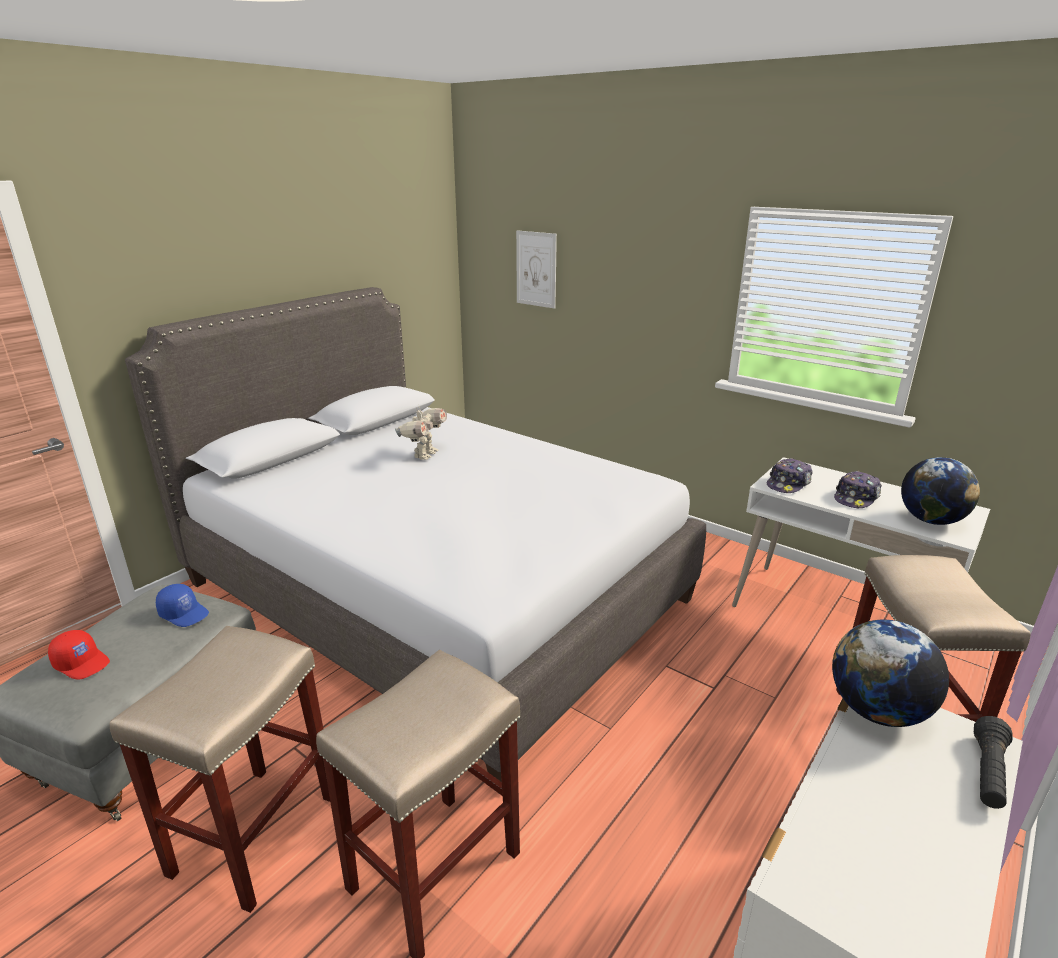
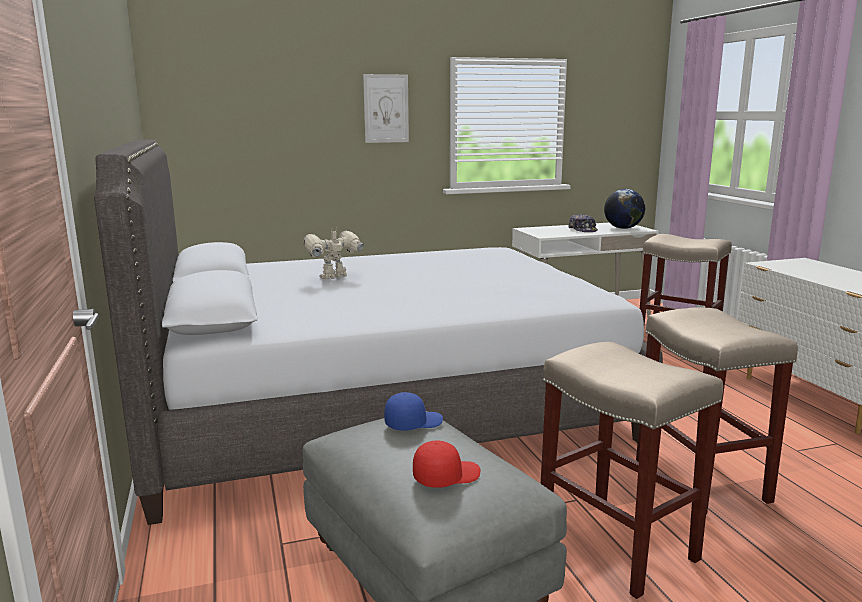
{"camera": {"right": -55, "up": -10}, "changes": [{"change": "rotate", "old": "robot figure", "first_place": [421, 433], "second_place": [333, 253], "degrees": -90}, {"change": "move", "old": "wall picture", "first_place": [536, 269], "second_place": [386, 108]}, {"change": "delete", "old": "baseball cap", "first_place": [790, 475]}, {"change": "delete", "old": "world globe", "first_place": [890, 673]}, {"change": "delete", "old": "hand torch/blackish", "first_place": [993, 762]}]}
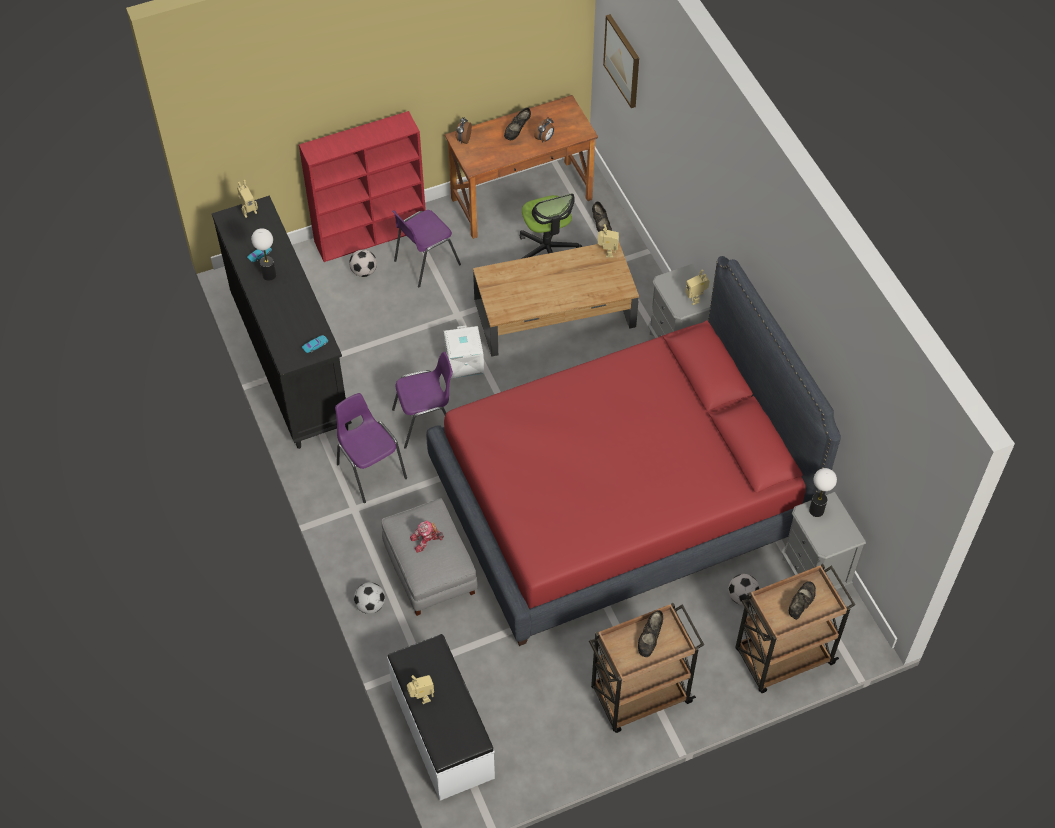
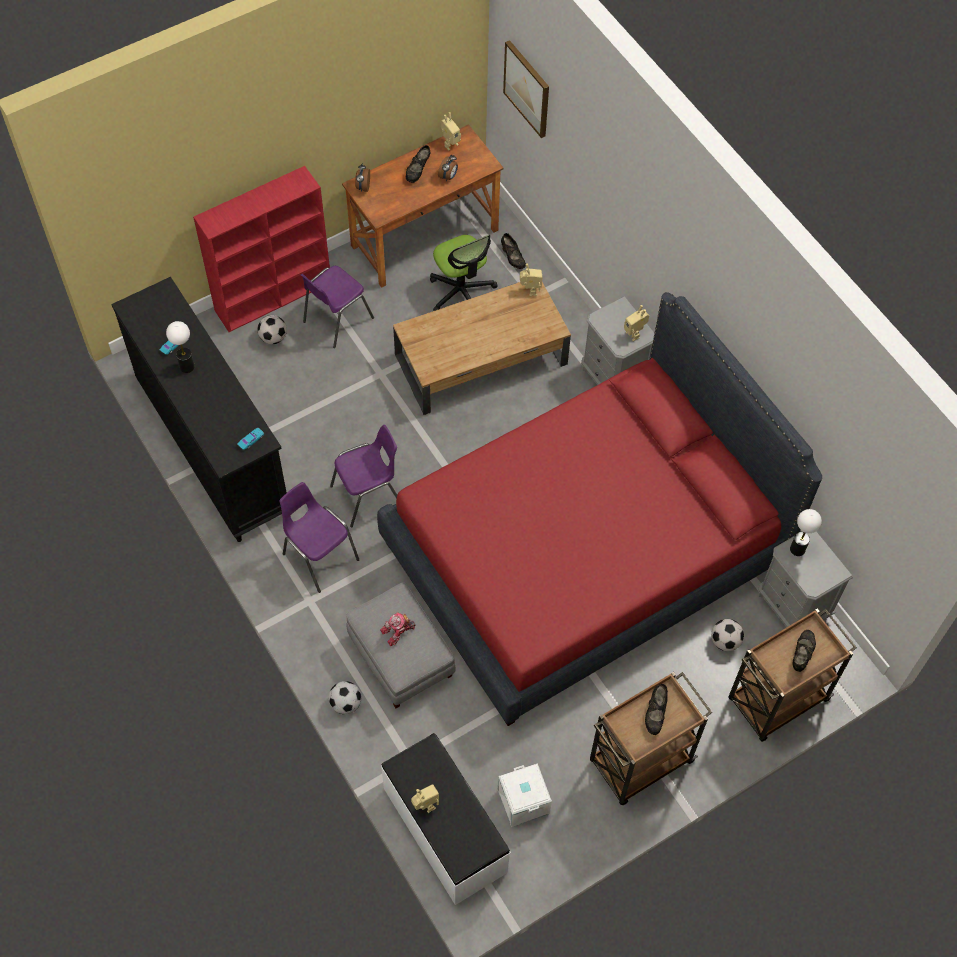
{"camera": {"right": -10, "up": 5}, "changes": [{"change": "move", "old": "robot figure", "first_place": [247, 199], "second_place": [450, 131]}, {"change": "move", "old": "storage container/white", "first_place": [464, 352], "second_place": [525, 795]}]}
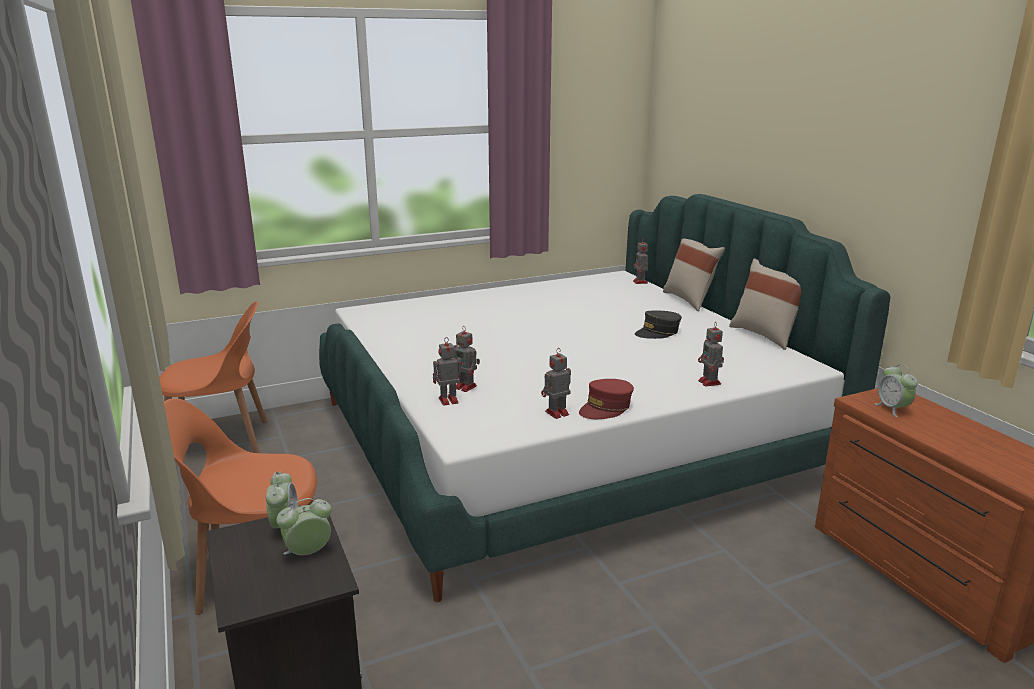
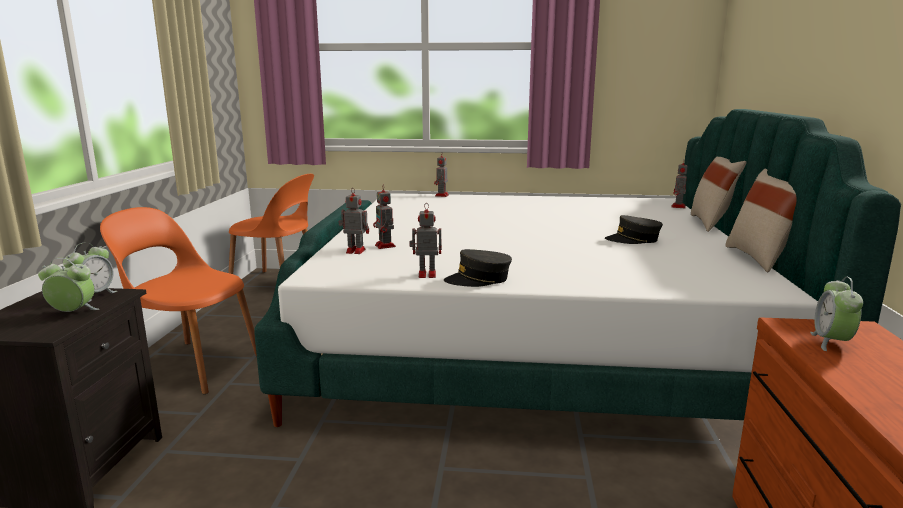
{"camera": {"right": 30, "up": -5}, "changes": [{"change": "recolor", "old": "baseball cap/reddish", "new": "baseball cap/grey", "first_place": [606, 399], "second_place": [478, 268]}, {"change": "move", "old": "robot figure", "first_place": [711, 355], "second_place": [441, 175]}]}
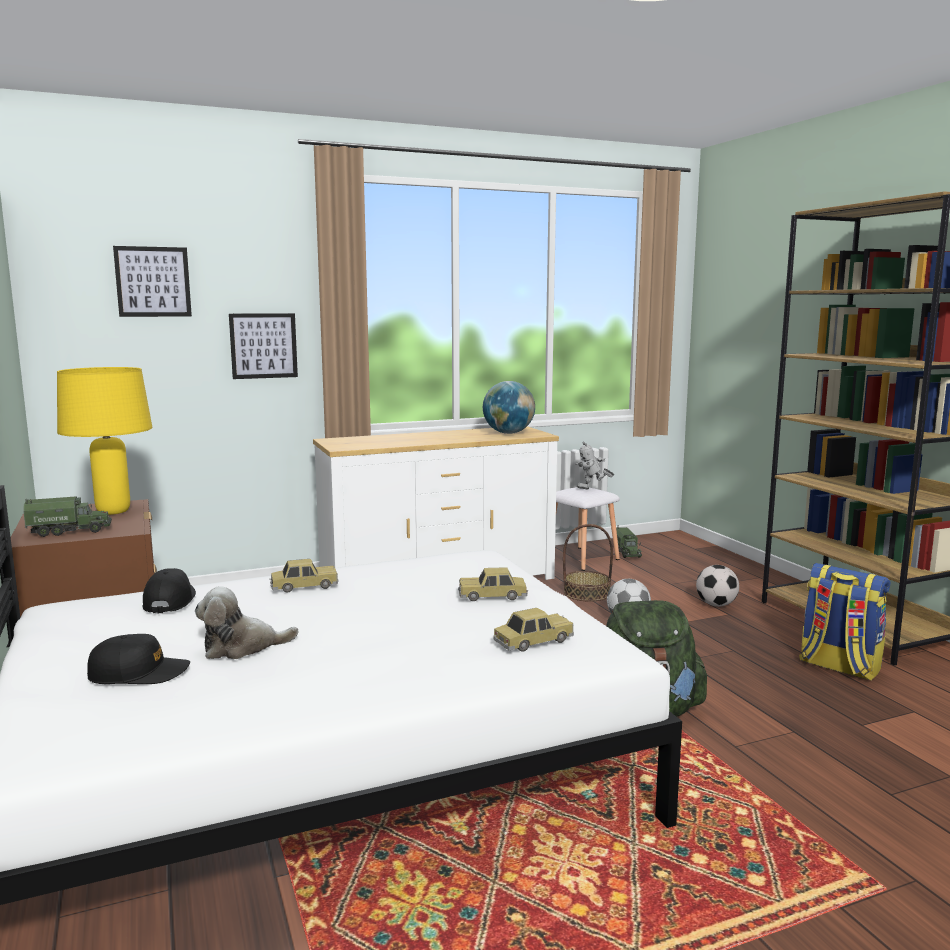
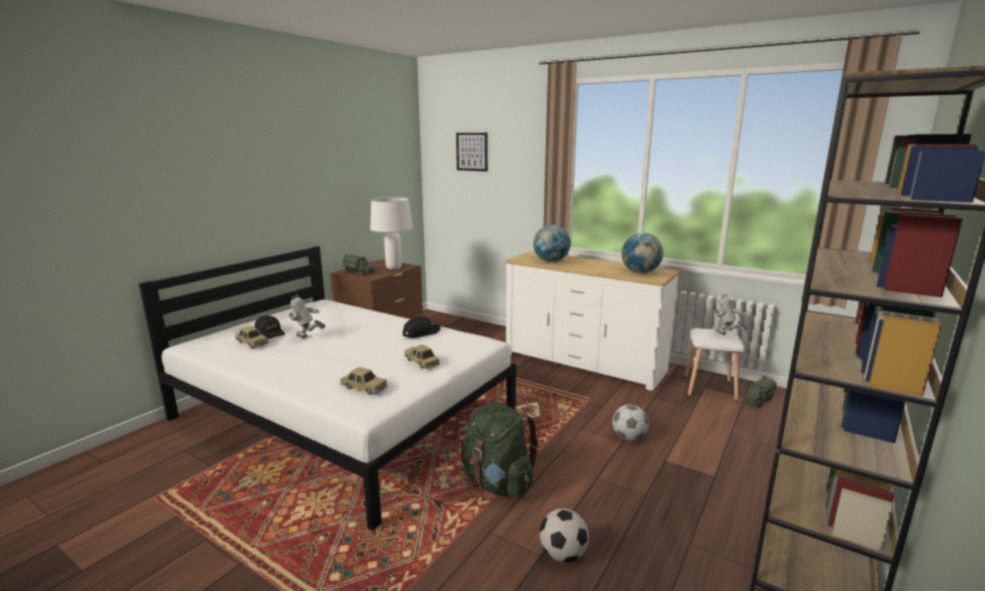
{"camera": {"right": 55, "up": 5}, "changes": [{"change": "recolor", "old": "tabletop lamp/yellow-coloured", "new": "tabletop lamp/white", "first_place": [104, 441], "second_place": [391, 233]}, {"change": "move", "old": "baseball cap/blackish", "first_place": [169, 590], "second_place": [422, 327]}, {"change": "replace", "old": "soft toy", "new": "robot figure", "first_place": [247, 622], "second_place": [307, 316]}, {"change": "delete", "old": "wall picture", "first_place": [263, 346]}, {"change": "move", "old": "miniature car", "first_place": [304, 576], "second_place": [252, 337]}, {"change": "delete", "old": "basket", "first_place": [588, 563]}, {"change": "move", "old": "football ball", "first_place": [717, 586], "second_place": [564, 535]}, {"change": "delete", "old": "rucksack", "first_place": [844, 621]}, {"change": "insert", "new": "world globe", "second_place": [552, 243]}]}
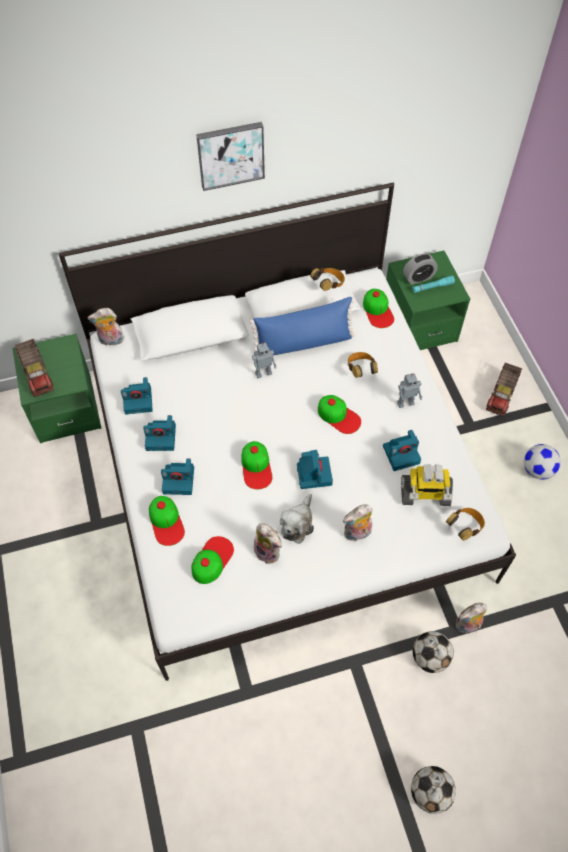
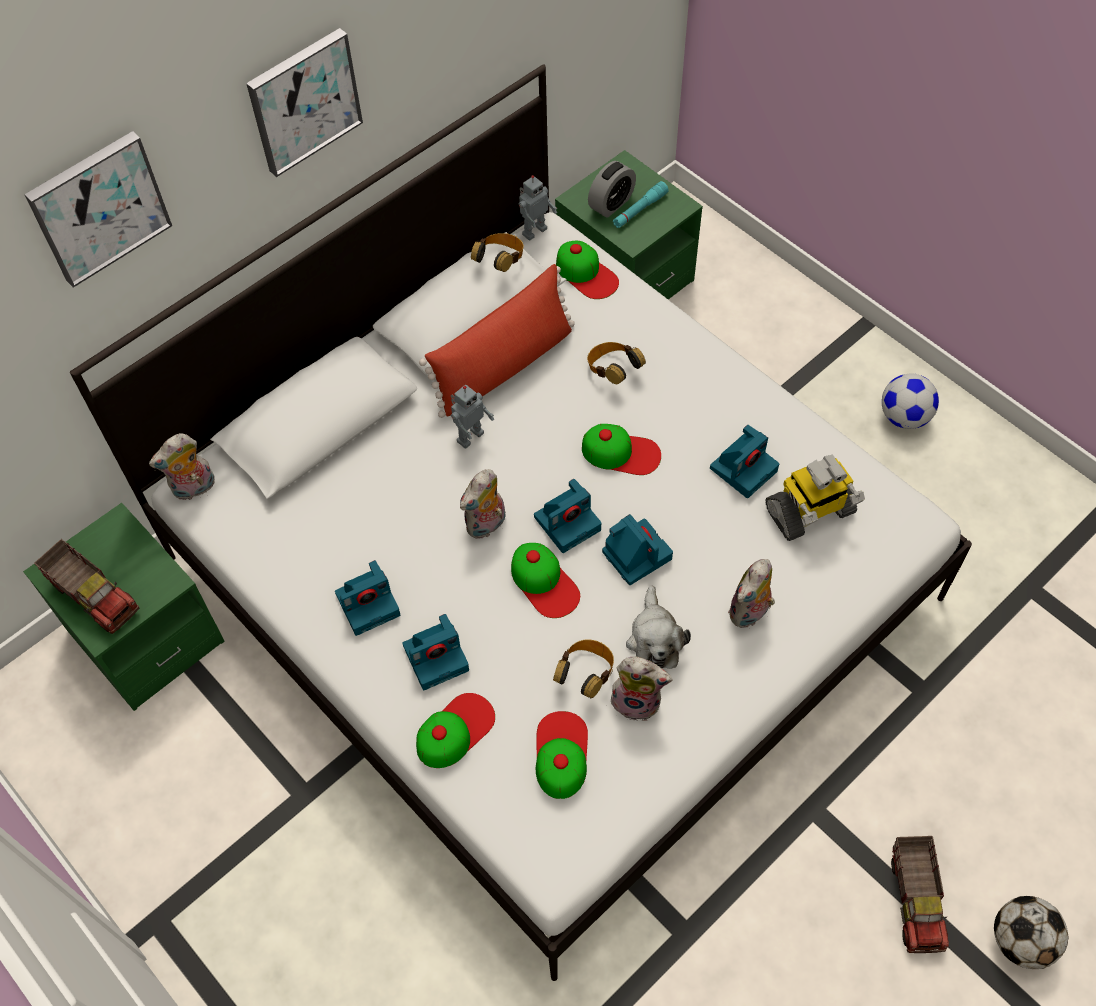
{"camera": {"right": -25, "up": 0}, "changes": [{"change": "move", "old": "photo camera", "first_place": [137, 396], "second_place": [567, 516]}, {"change": "rotate", "old": "baseball cap", "first_place": [167, 521], "second_place": [455, 730], "degrees": -90}, {"change": "recolor", "old": "cushion/blue-coloured", "new": "cushion/reddish", "first_place": [302, 326], "second_place": [497, 341]}, {"change": "move", "old": "robot figure", "first_place": [409, 390], "second_place": [538, 208]}, {"change": "delete", "old": "football ball", "first_place": [433, 652]}, {"change": "move", "old": "pair of headphones", "first_place": [465, 524], "second_place": [583, 669]}, {"change": "move", "old": "soft toy", "first_place": [471, 618], "second_place": [483, 504]}, {"change": "move", "old": "toy truck", "first_place": [504, 389], "second_place": [920, 894]}, {"change": "insert", "new": "wall picture", "second_place": [98, 209]}]}
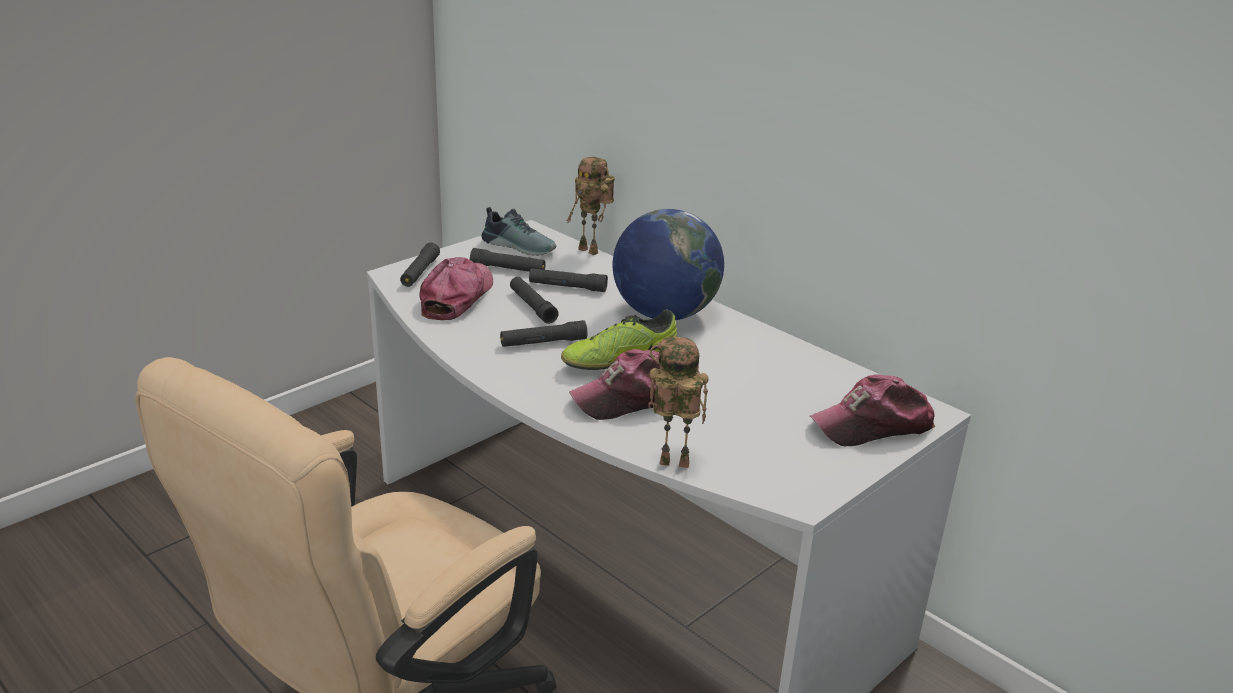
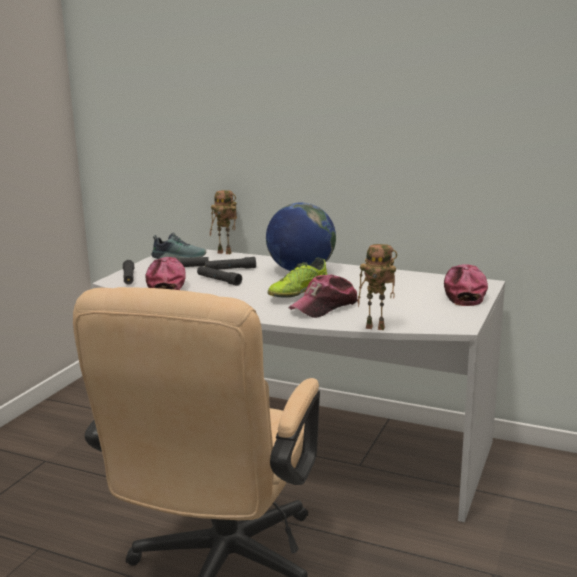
{"camera": {"right": -20, "up": -10}, "changes": [{"change": "delete", "old": "hand torch/blackish", "first_place": [543, 333]}, {"change": "rotate", "old": "robot figure", "first_place": [678, 402], "second_place": [377, 287], "degrees": -150}, {"change": "rotate", "old": "baseball cap", "first_place": [872, 410], "second_place": [466, 285], "degrees": 135}]}
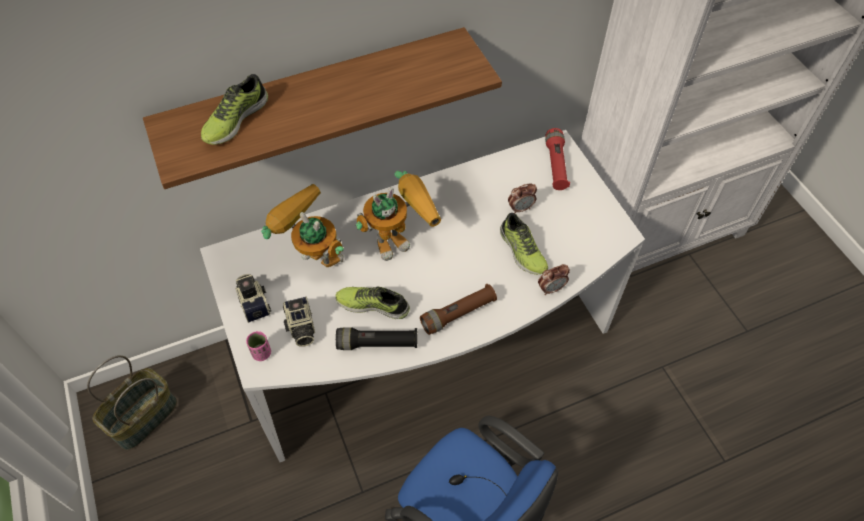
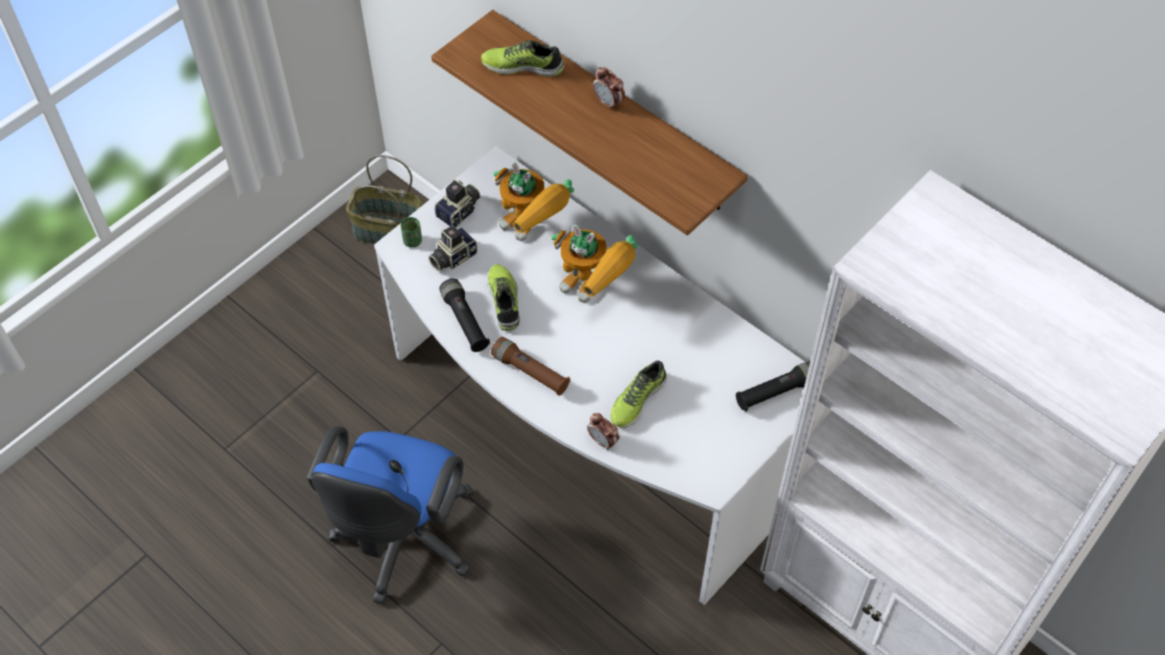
{"camera": {"right": 65, "up": 0}, "changes": [{"change": "recolor", "old": "small cup/pinkish", "new": "small cup/greenish", "first_place": [258, 346], "second_place": [411, 232]}, {"change": "rotate", "old": "robot figure", "first_place": [302, 225], "second_place": [533, 201], "degrees": 120}, {"change": "move", "old": "alarm clock", "first_place": [522, 198], "second_place": [609, 88]}, {"change": "recolor", "old": "hand torch/reddish", "new": "hand torch/blackish", "first_place": [557, 159], "second_place": [773, 386]}]}
